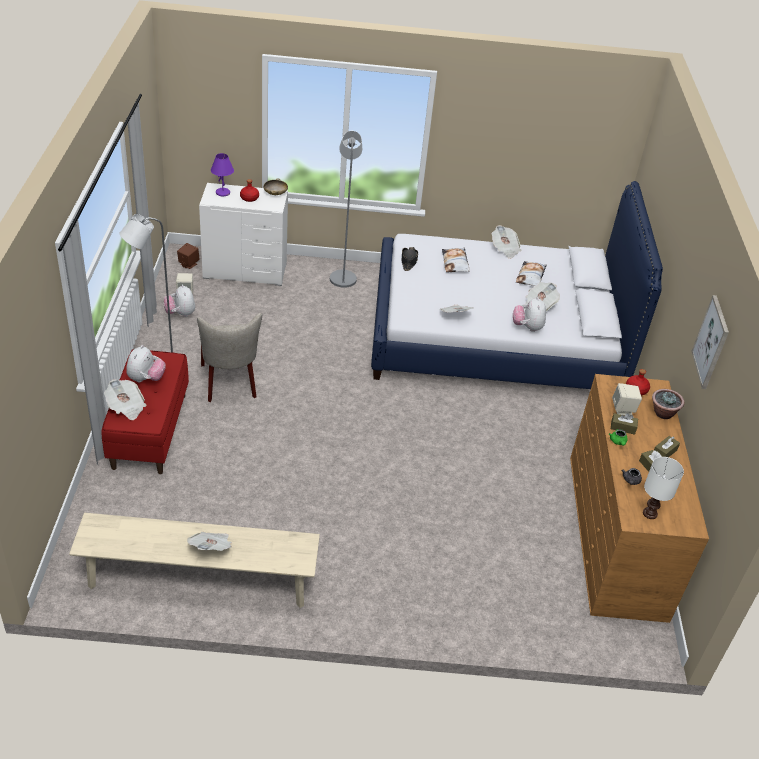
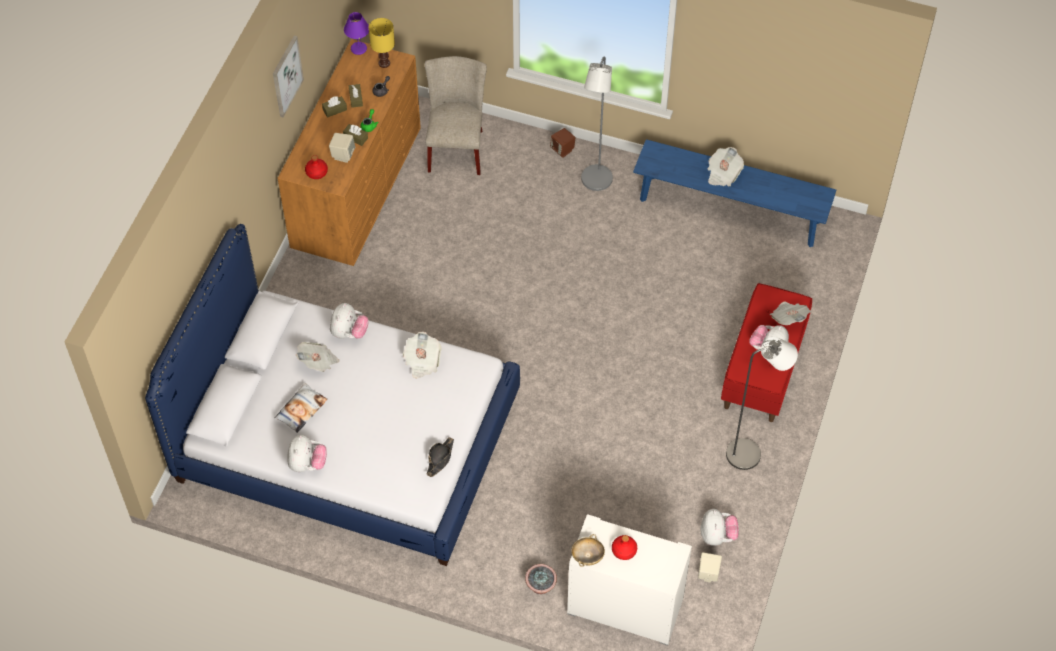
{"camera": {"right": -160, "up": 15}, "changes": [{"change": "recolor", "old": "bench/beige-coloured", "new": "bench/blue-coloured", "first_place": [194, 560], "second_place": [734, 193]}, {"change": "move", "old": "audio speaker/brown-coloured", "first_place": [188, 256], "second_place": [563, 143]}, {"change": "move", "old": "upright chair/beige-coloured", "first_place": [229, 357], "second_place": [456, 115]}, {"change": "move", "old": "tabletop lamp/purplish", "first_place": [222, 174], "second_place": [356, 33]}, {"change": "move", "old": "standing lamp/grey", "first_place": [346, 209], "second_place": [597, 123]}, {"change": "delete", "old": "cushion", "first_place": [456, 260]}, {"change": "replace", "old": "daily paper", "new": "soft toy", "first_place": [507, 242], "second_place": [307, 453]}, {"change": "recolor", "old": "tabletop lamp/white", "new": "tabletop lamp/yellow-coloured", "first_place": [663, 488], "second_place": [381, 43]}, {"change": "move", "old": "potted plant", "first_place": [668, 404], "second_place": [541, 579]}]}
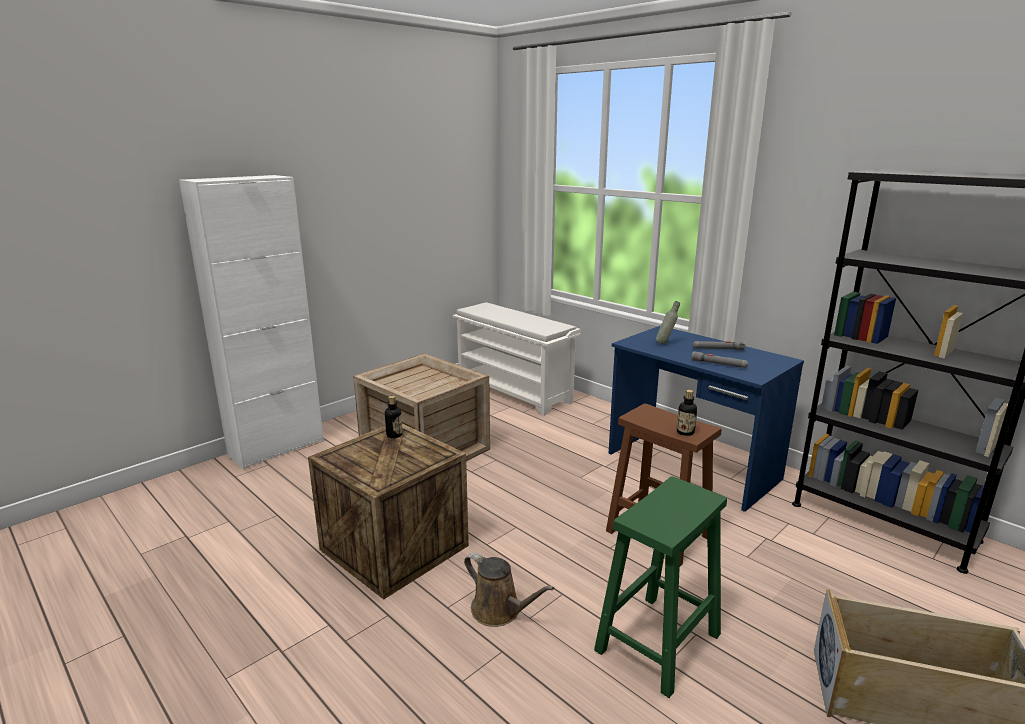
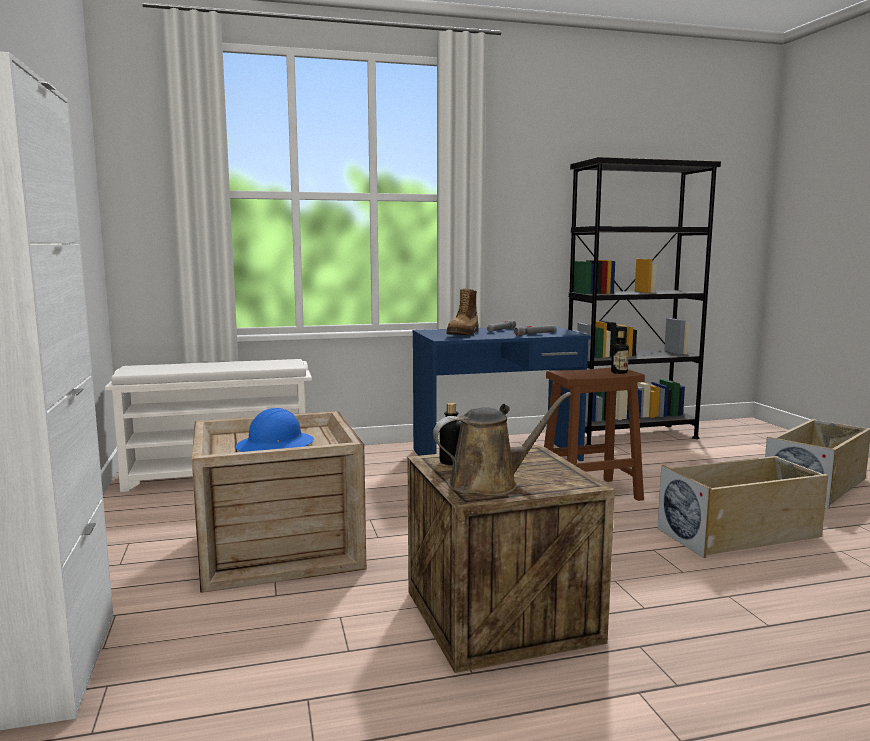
{"camera": {"right": -60, "up": -10}, "changes": [{"change": "move", "old": "watering can/brown-coloured", "first_place": [509, 589], "second_place": [502, 444]}, {"change": "replace", "old": "sitting stool/greenish", "new": "storage container/beige-coloured", "first_place": [660, 587], "second_place": [743, 507]}, {"change": "replace", "old": "bottle/grey", "new": "high-top boot", "first_place": [667, 323], "second_place": [462, 312]}, {"change": "insert", "new": "safety helmet/blue-coloured", "second_place": [275, 430]}]}
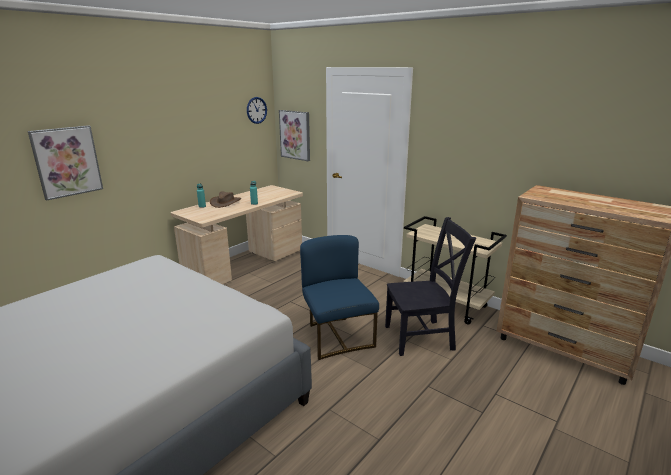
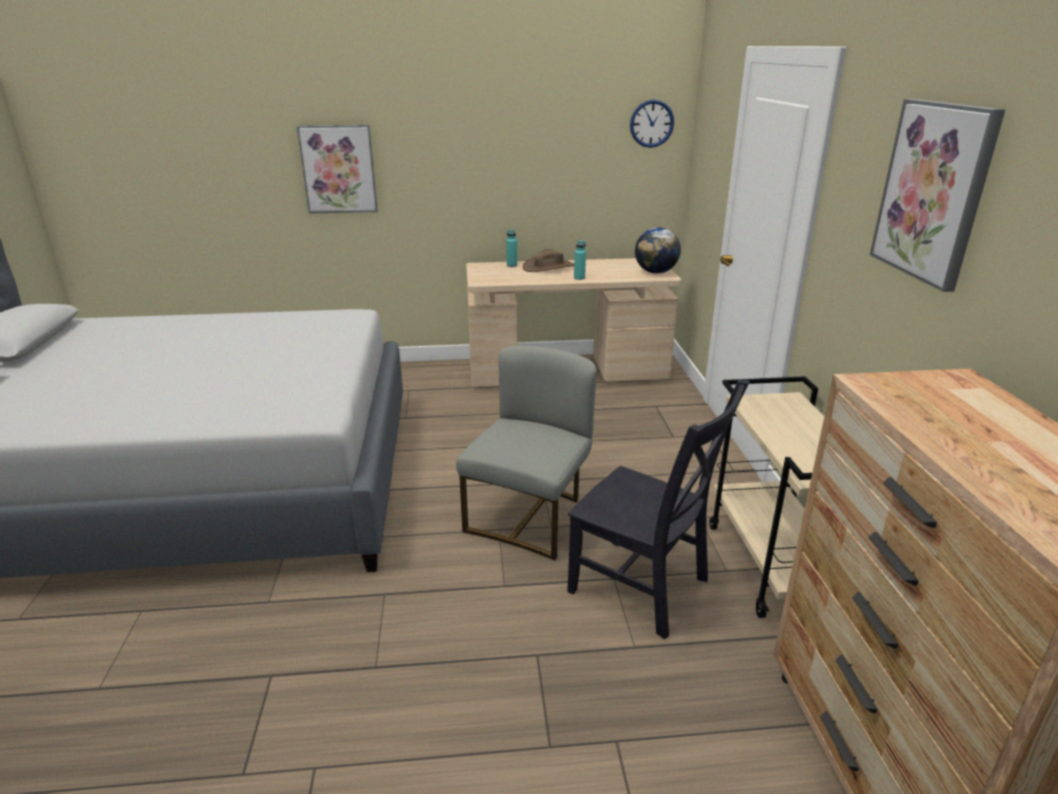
{"camera": {"right": 45, "up": 5}, "changes": [{"change": "move", "old": "wall picture", "first_place": [294, 135], "second_place": [938, 195]}, {"change": "recolor", "old": "upright chair/blue-coloured", "new": "upright chair/grey", "first_place": [339, 297], "second_place": [526, 453]}, {"change": "insert", "new": "world globe", "second_place": [658, 250]}]}
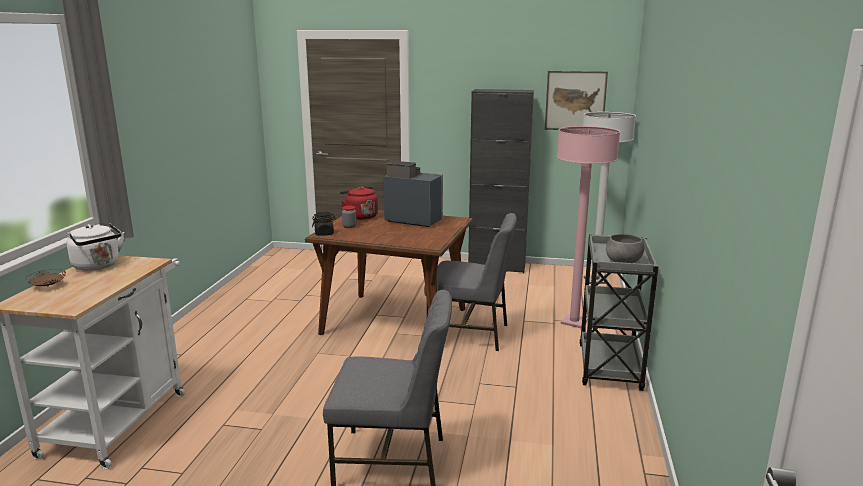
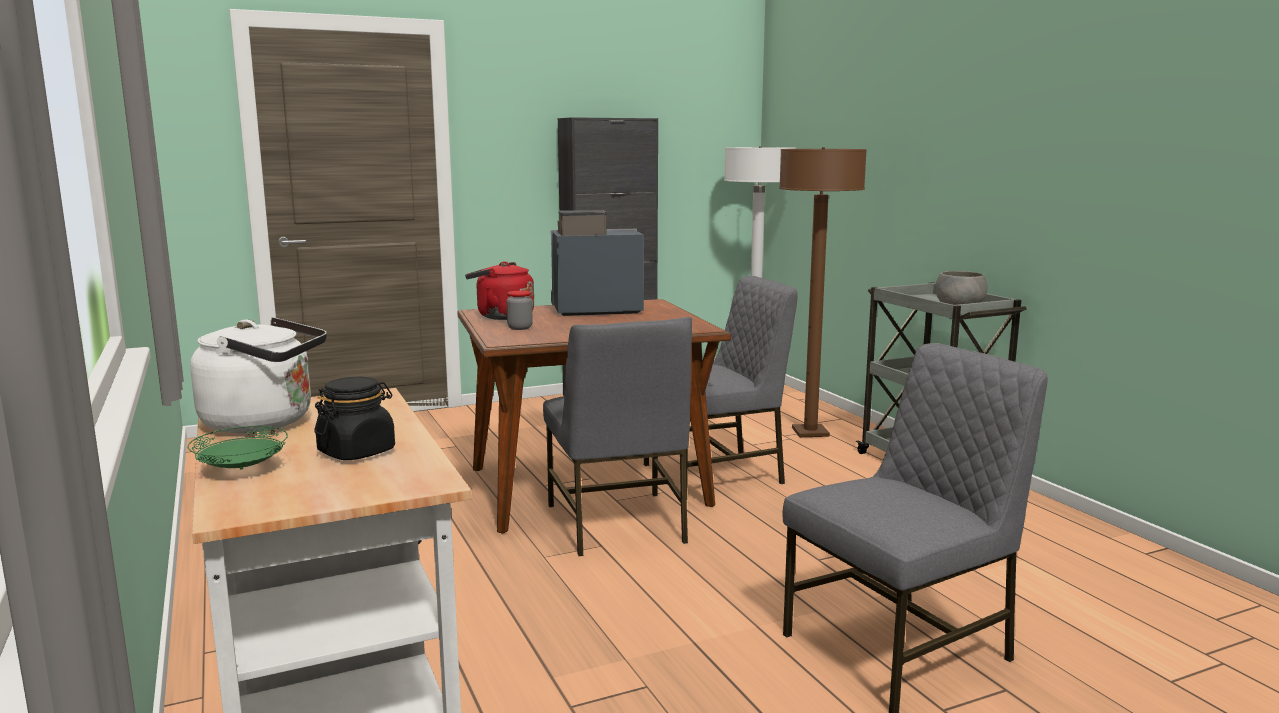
{"camera": {"right": -35, "up": -5}, "changes": [{"change": "recolor", "old": "dinner plate/brown-coloured", "new": "dinner plate/greenish", "first_place": [45, 277], "second_place": [238, 448]}, {"change": "move", "old": "preserve jar/blackish", "first_place": [324, 224], "second_place": [354, 418]}, {"change": "delete", "old": "wall picture", "first_place": [576, 100]}, {"change": "recolor", "old": "standing lamp/pinkish", "new": "standing lamp/brown-coloured", "first_place": [588, 227], "second_place": [823, 292]}, {"change": "insert", "new": "upright chair/grey", "second_place": [617, 436]}]}
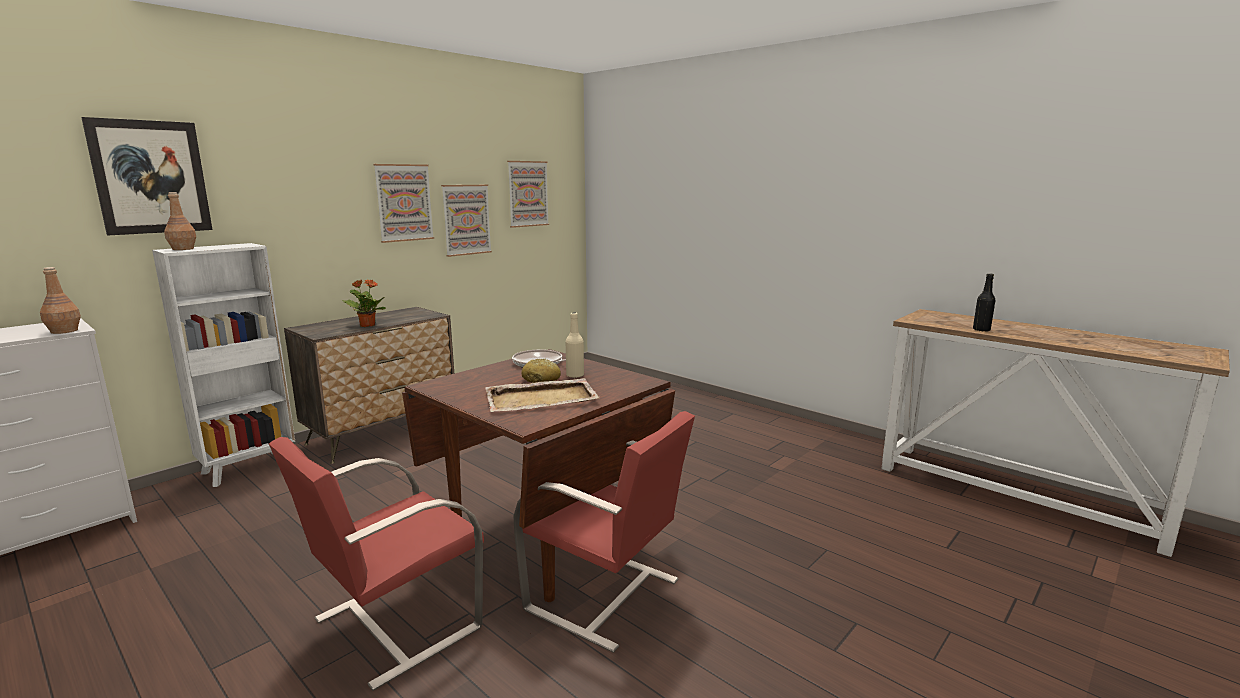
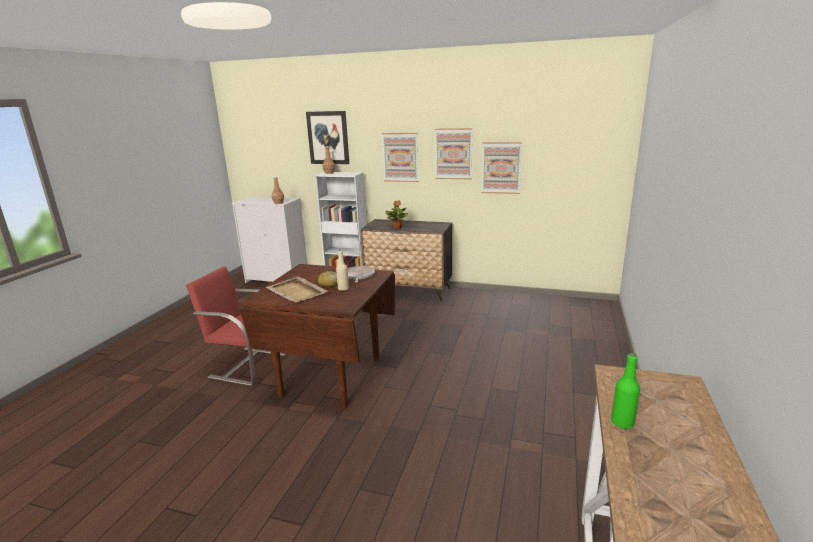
{"camera": {"right": 65, "up": 5}, "changes": [{"change": "move", "old": "wall picture", "first_place": [528, 194], "second_place": [400, 157]}, {"change": "delete", "old": "upright chair/reddish", "first_place": [604, 532]}, {"change": "recolor", "old": "bottle/blackish", "new": "bottle/greenish", "first_place": [984, 302], "second_place": [625, 391]}]}
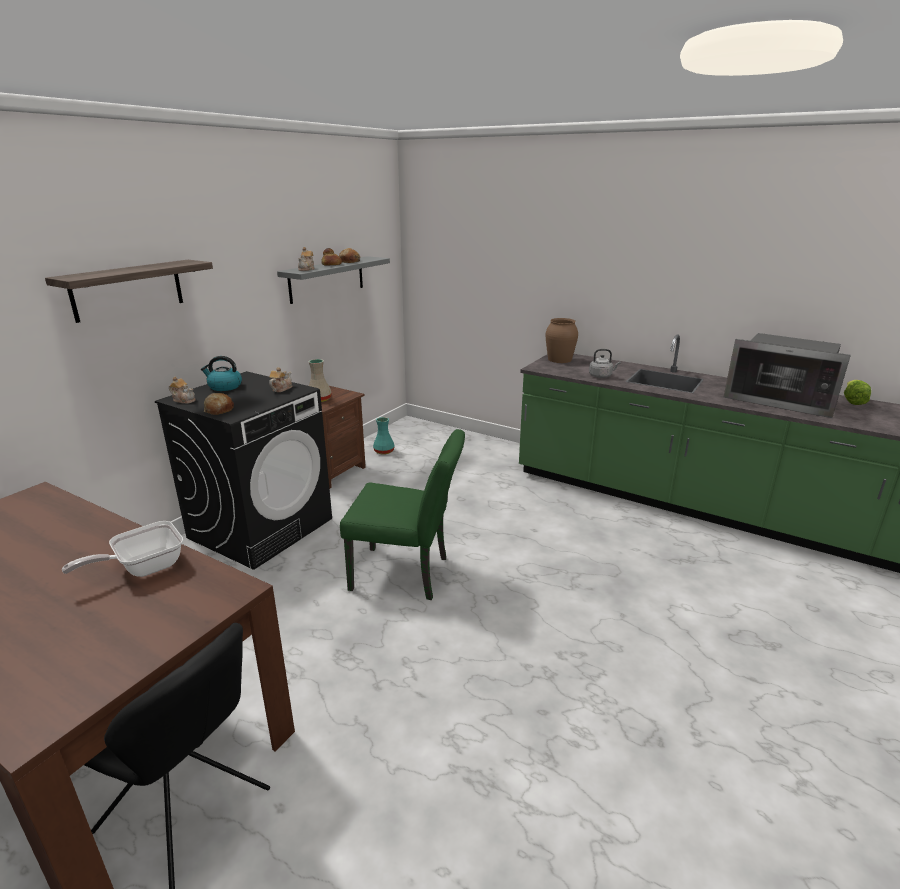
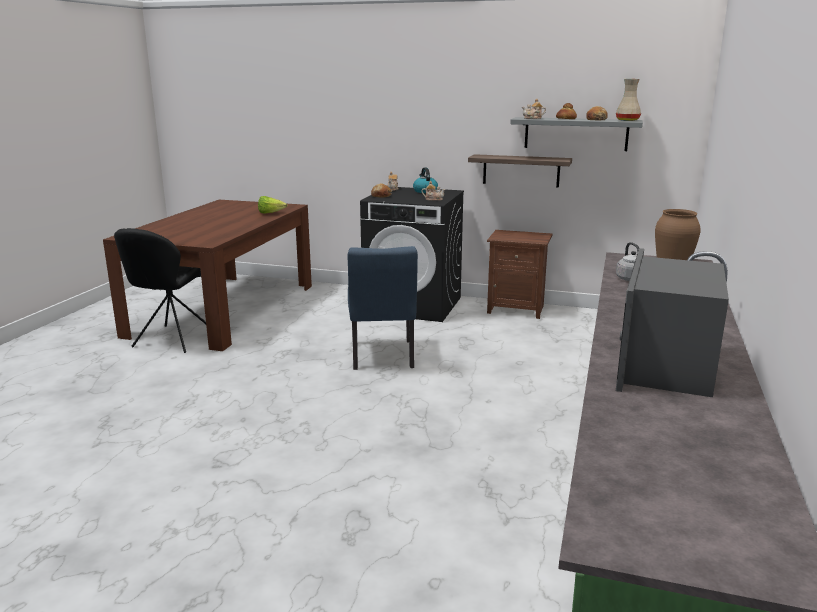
{"camera": {"right": 75, "up": -5}, "changes": [{"change": "move", "old": "bracket shelf", "first_place": [129, 291], "second_place": [520, 170]}, {"change": "delete", "old": "pan", "first_place": [122, 549]}, {"change": "move", "old": "flower vase/beige-coloured", "first_place": [320, 380], "second_place": [628, 100]}, {"change": "recolor", "old": "upright chair/greenish", "new": "upright chair/blue-coloured", "first_place": [402, 514], "second_place": [383, 308]}, {"change": "delete", "old": "flower vase/turquoise", "first_place": [384, 436]}, {"change": "move", "old": "lettuce", "first_place": [857, 392], "second_place": [272, 205]}]}
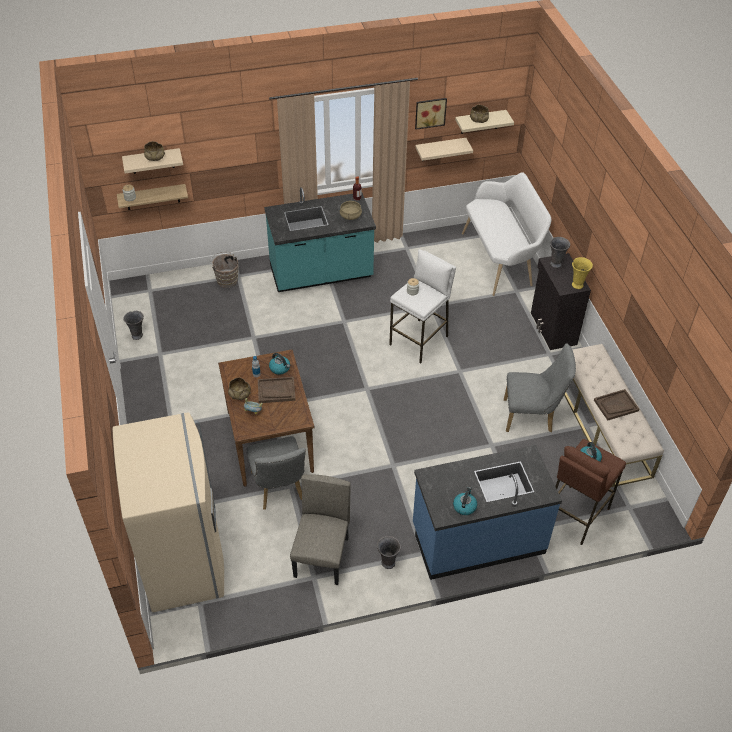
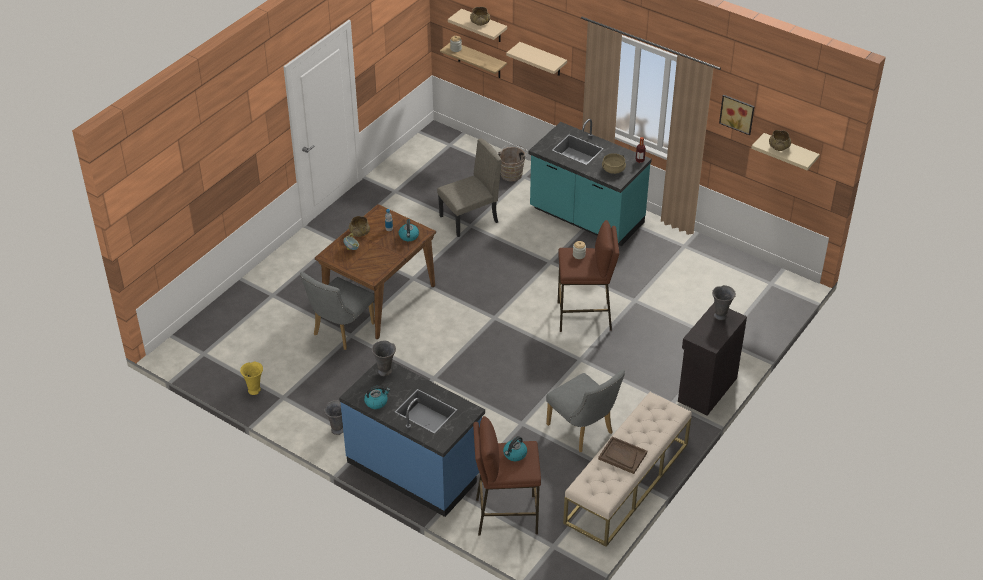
{"camera": {"right": 50, "up": -5}, "changes": [{"change": "delete", "old": "refrigerator/beige-coloured", "first_place": [168, 512]}, {"change": "move", "old": "flower vase/grey", "first_place": [133, 325], "second_place": [384, 358]}, {"change": "delete", "old": "serving tray/brown-coloured", "first_place": [277, 390]}, {"change": "move", "old": "upright chair/beige-coloured", "first_place": [320, 529], "second_place": [469, 187]}, {"change": "recolor", "old": "sitting stool/white", "new": "sitting stool/brown-coloured", "first_place": [422, 306], "second_place": [588, 276]}, {"change": "move", "old": "bracket shelf/beige-coloured", "first_place": [444, 149], "second_place": [536, 59]}, {"change": "delete", "old": "bench/white", "first_place": [506, 234]}, {"change": "move", "old": "flower vase/yellow-coloured", "first_place": [582, 273], "second_place": [251, 378]}]}
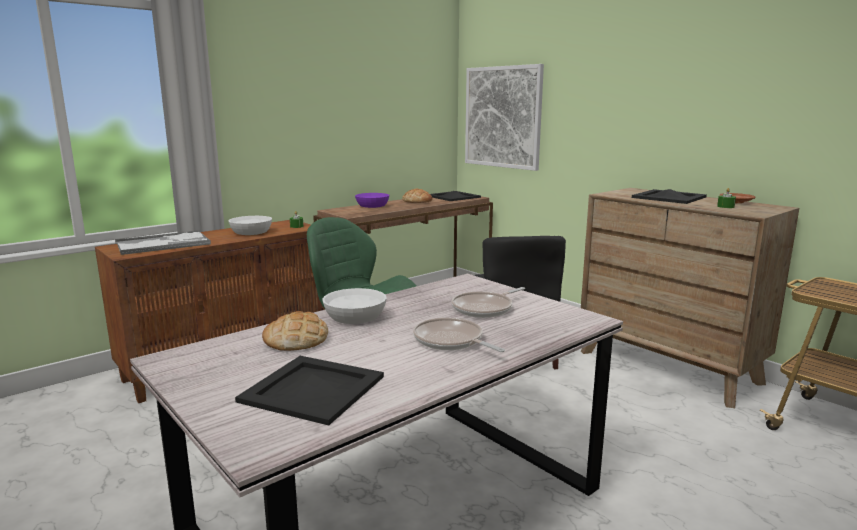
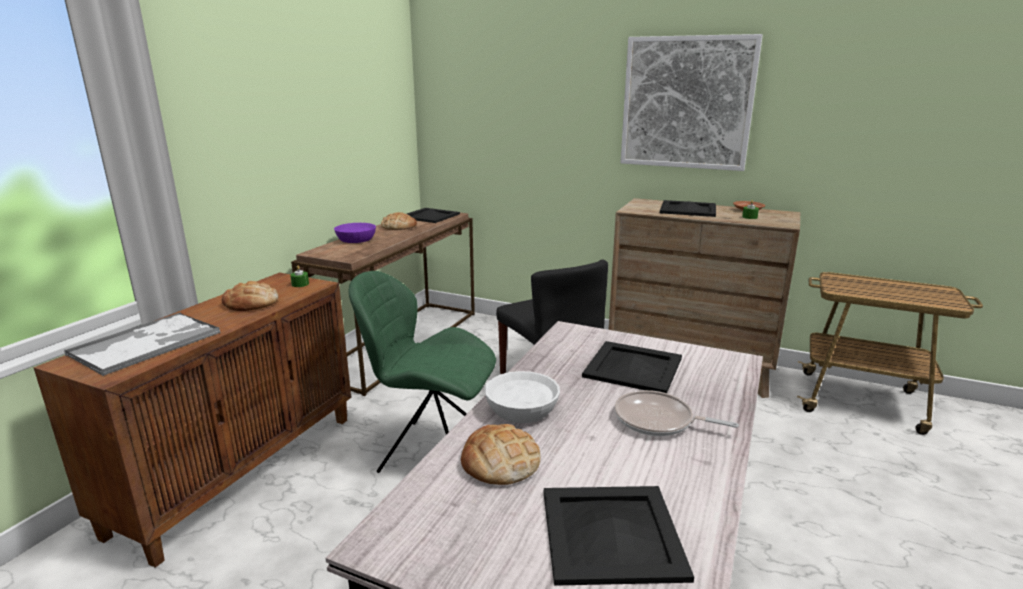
{"camera": {"right": -25, "up": 5}, "changes": [{"change": "replace", "old": "serving bowl/white", "new": "bakery bread", "first_place": [250, 225], "second_place": [250, 296]}, {"change": "replace", "old": "pan", "new": "serving tray/blackish", "first_place": [488, 302], "second_place": [632, 367]}, {"change": "move", "old": "wall picture", "first_place": [504, 117], "second_place": [691, 102]}]}
